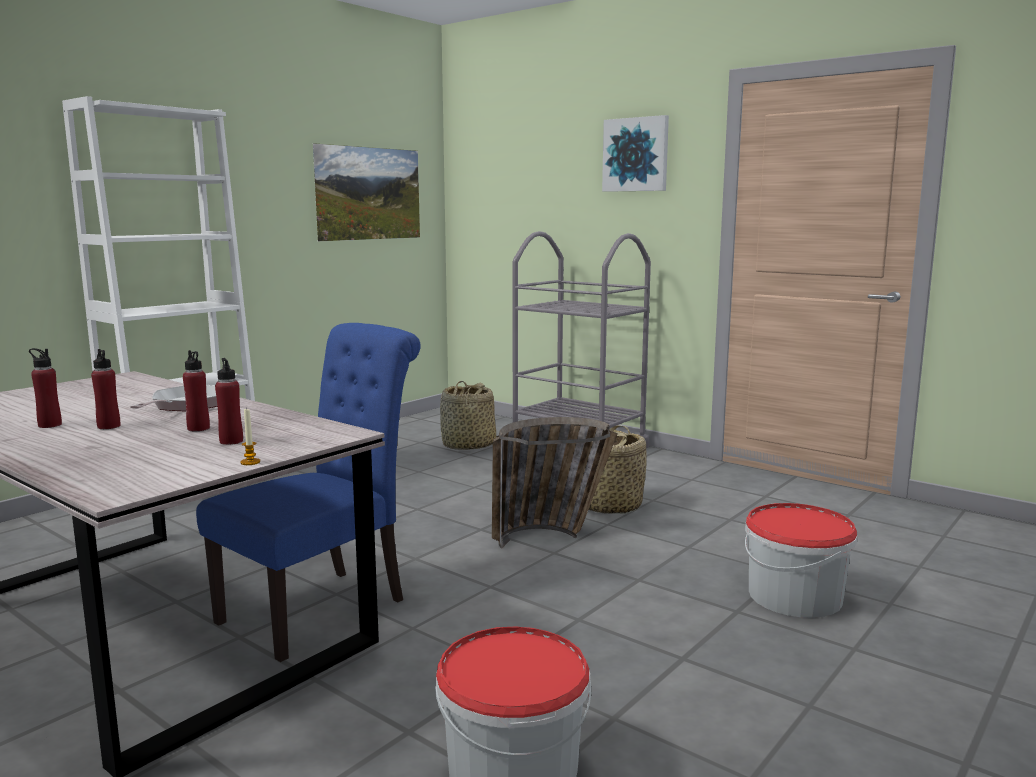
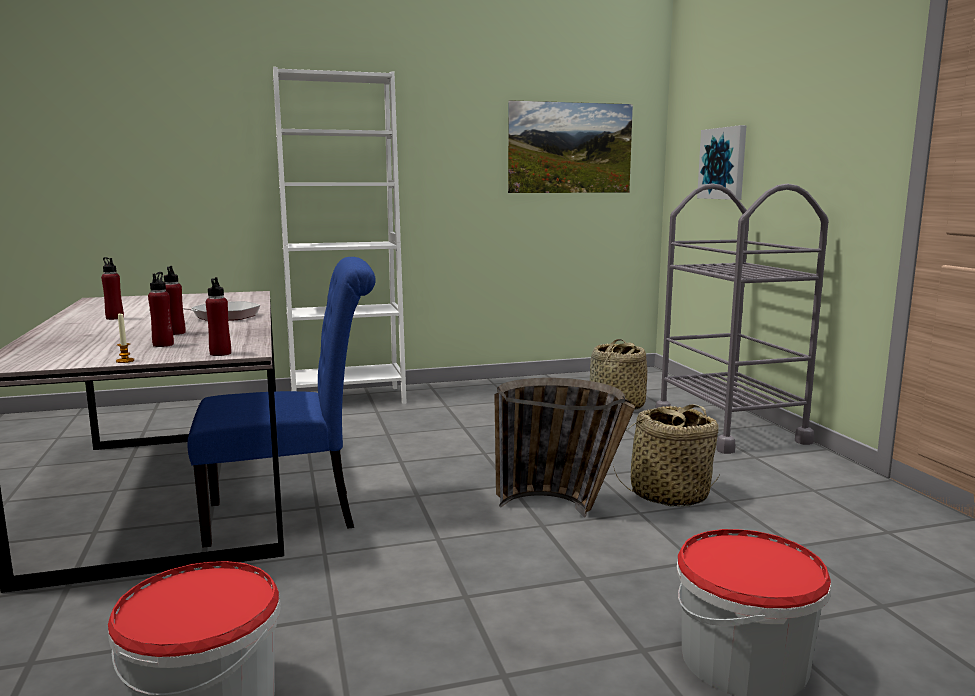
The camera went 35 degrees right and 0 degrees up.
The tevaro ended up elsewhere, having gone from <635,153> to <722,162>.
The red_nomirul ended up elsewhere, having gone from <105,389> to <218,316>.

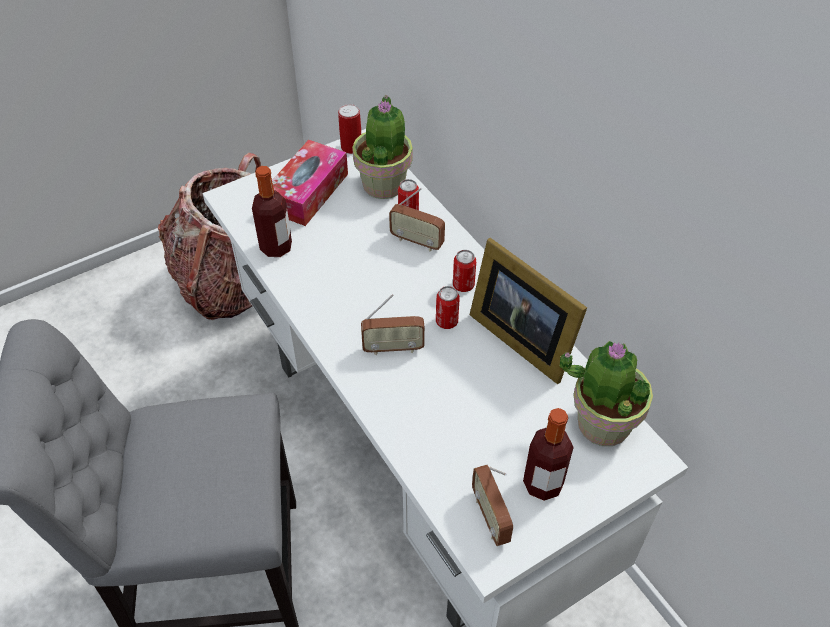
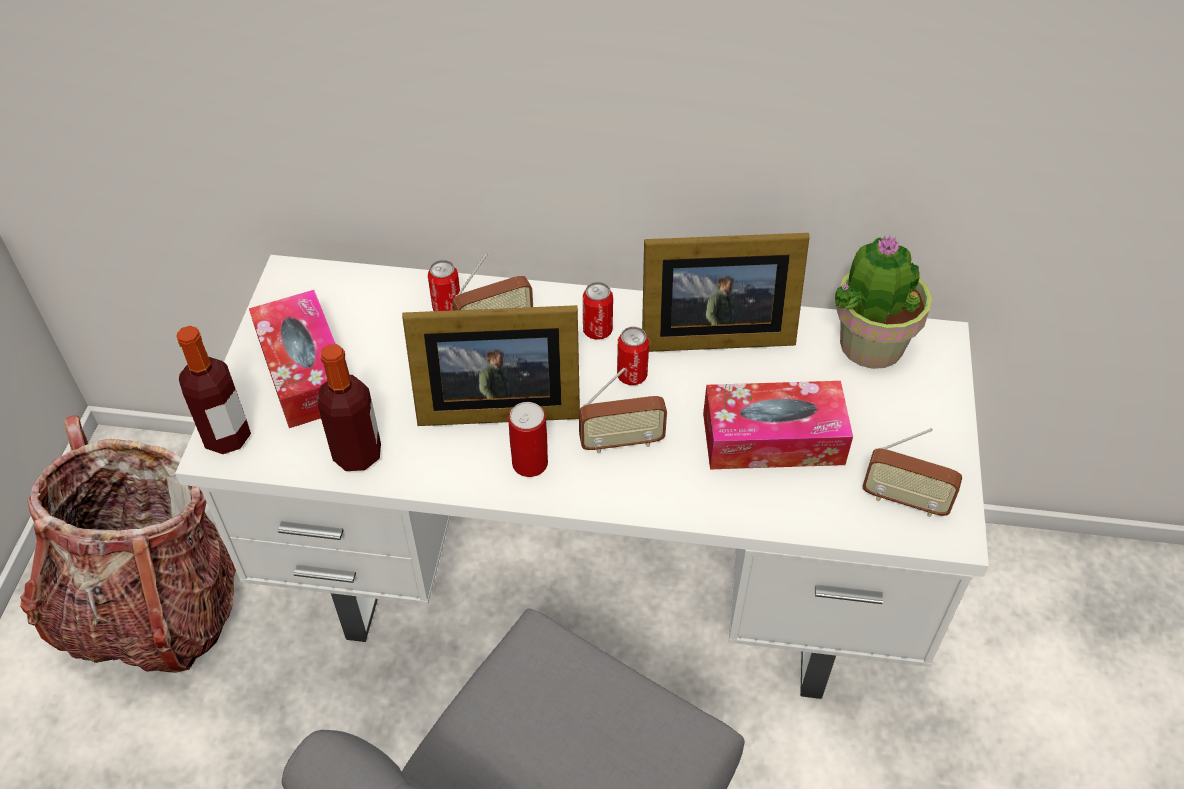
The camera went 50 degrees left and 0 degrees up.
The second view lost the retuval at <382,147>.
The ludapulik ended up elsewhere, having gone from <349,129> to <528,439>.
The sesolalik at <393,324> ended up facing another way, 45 degrees clockwise from before.
The nomirul ended up elsewhere, having gone from <548,454> to <214,390>.
The second view gained the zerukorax at <491,365>.
The second view gained the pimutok at <778,425>.

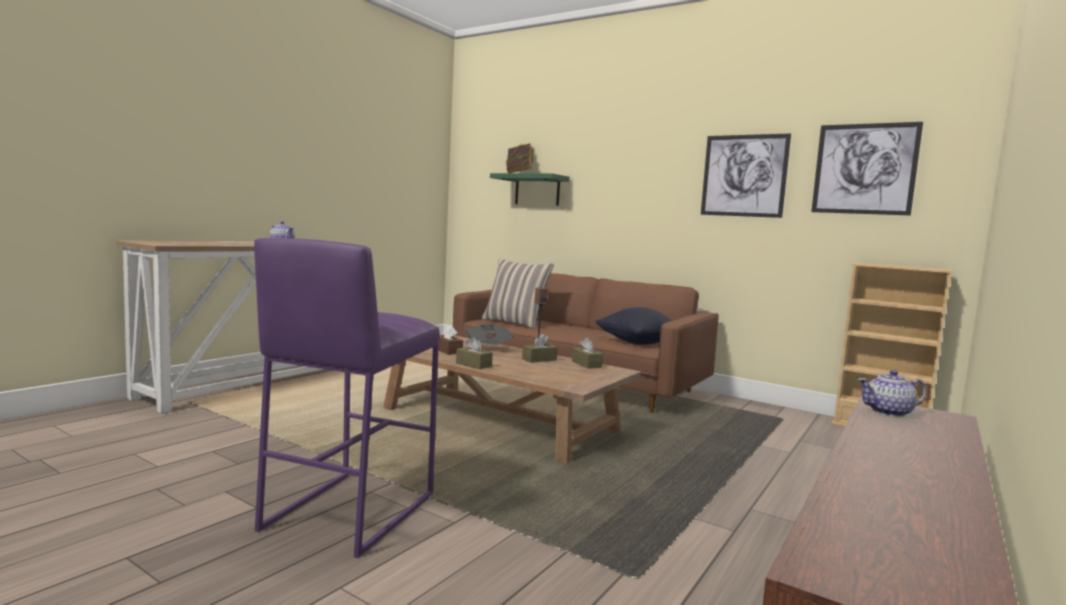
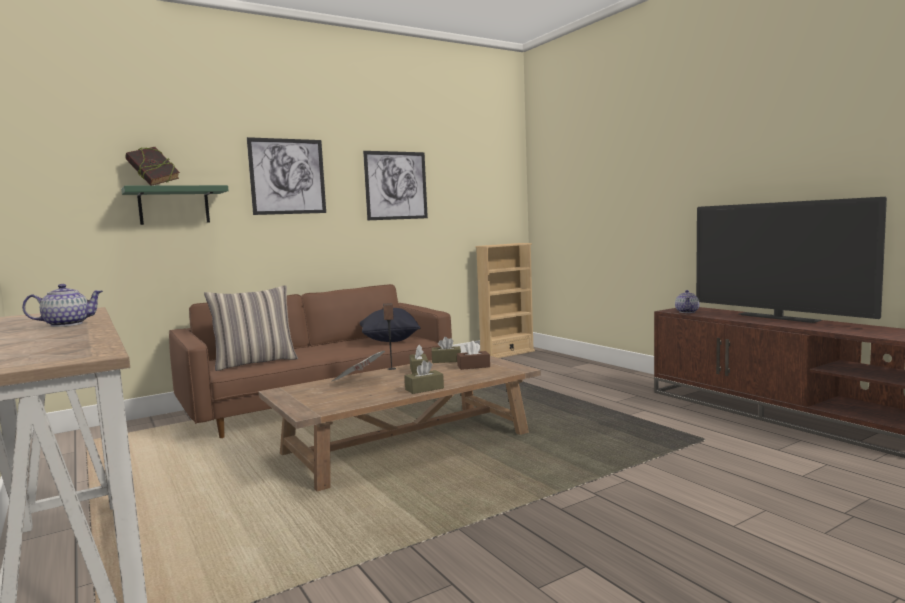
The camera went 65 degrees left and 0 degrees up.
The tevaro ended up elsewhere, having gone from <867,168> to <286,176>.
The second view lost the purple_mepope at <347,398>.
The brown_pimutok ended up elsewhere, having gone from <450,340> to <473,355>.
The second view gained the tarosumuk at <791,260>.

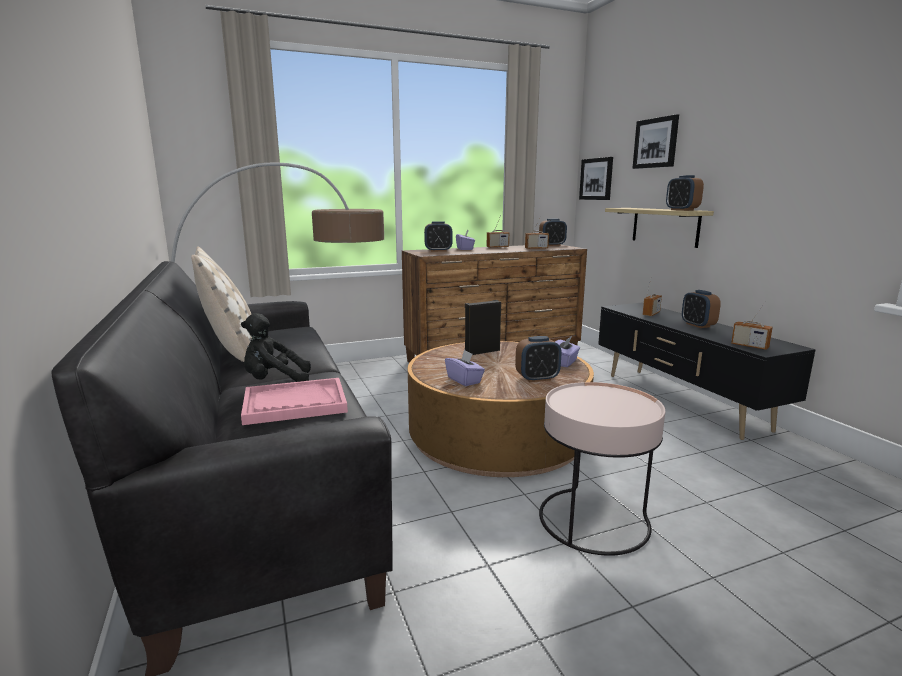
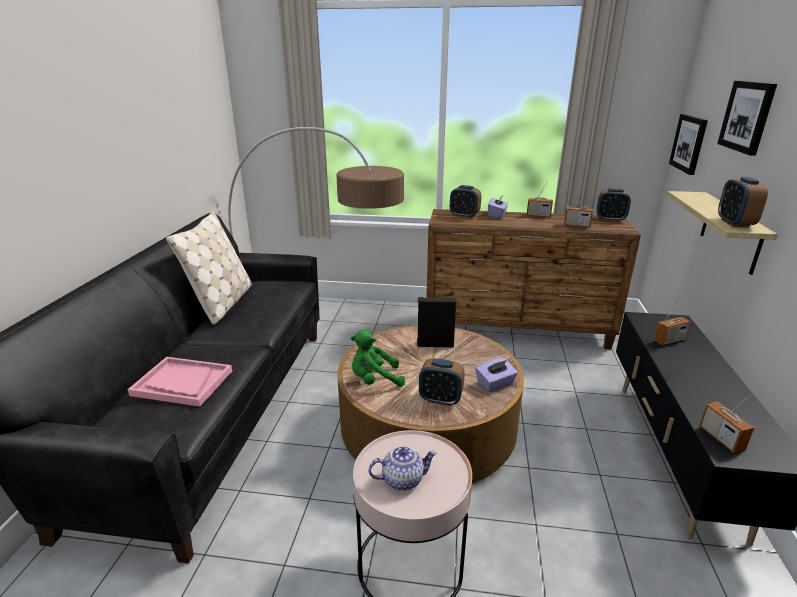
The camera went 30 degrees right and 10 degrees up.
The second view lost the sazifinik at <701,309>.
The second view lost the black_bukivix at <276,347>.
Where the purple_pimutok stood at <465,368>, the green_bukivix came to stand at <378,358>.
The second view gained the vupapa at <402,468>.

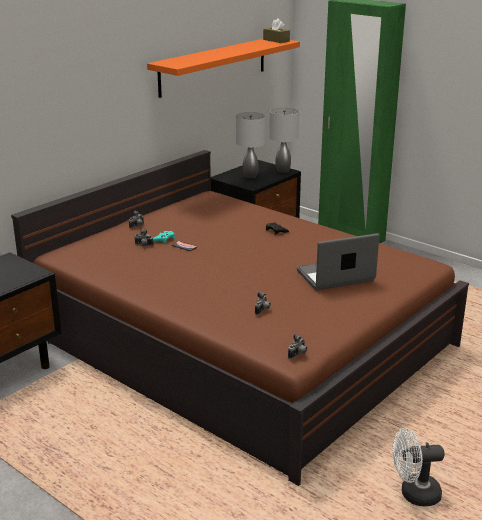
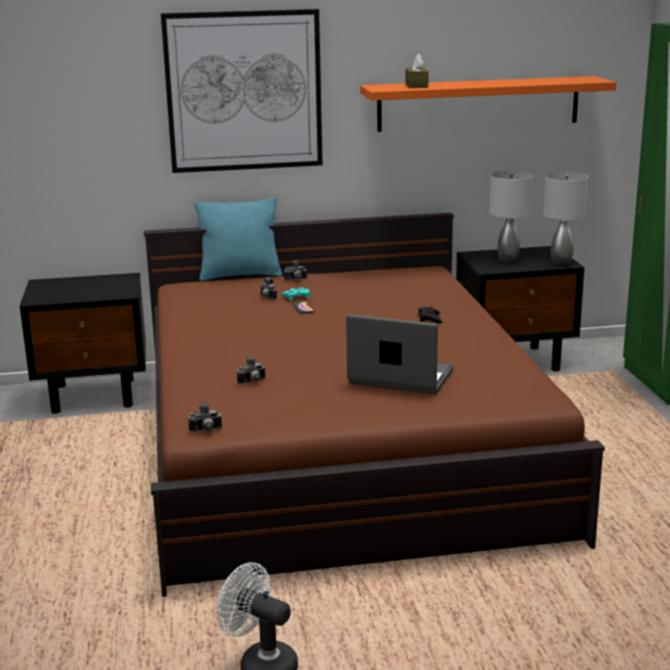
The camera went 40 degrees right and 5 degrees down.
The brown_pimutok ended up elsewhere, having gone from <276,30> to <416,71>.
The second view gained the tevaro at <242,91>.
The second view gained the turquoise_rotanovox at <238,239>.

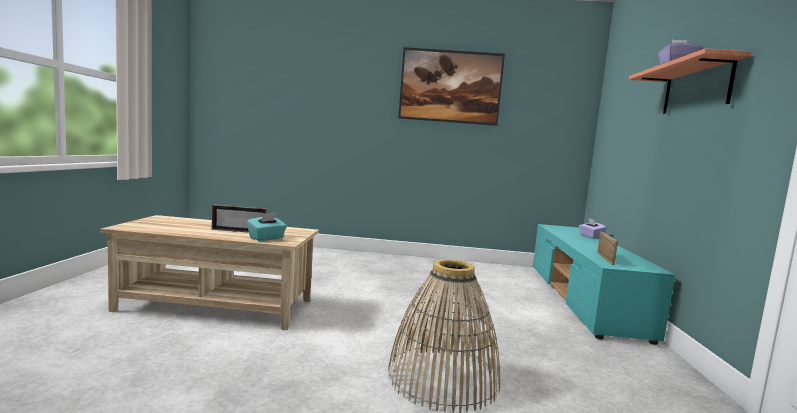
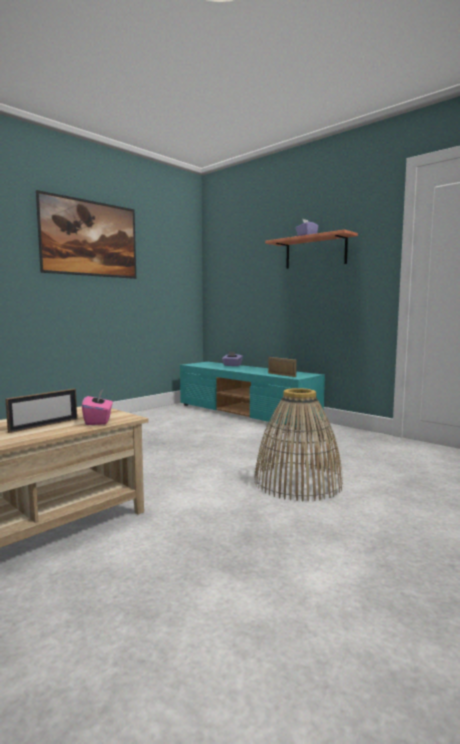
The camera went 50 degrees left and 0 degrees up.
What was the turquoise_pimutok at <267,227> turned into the pink_pimutok at <97,407>.

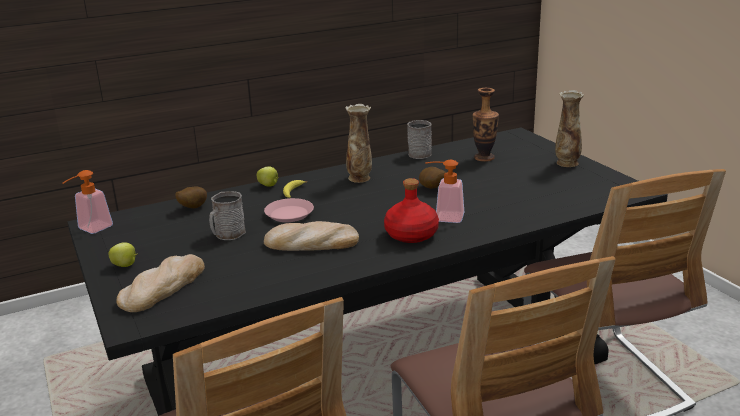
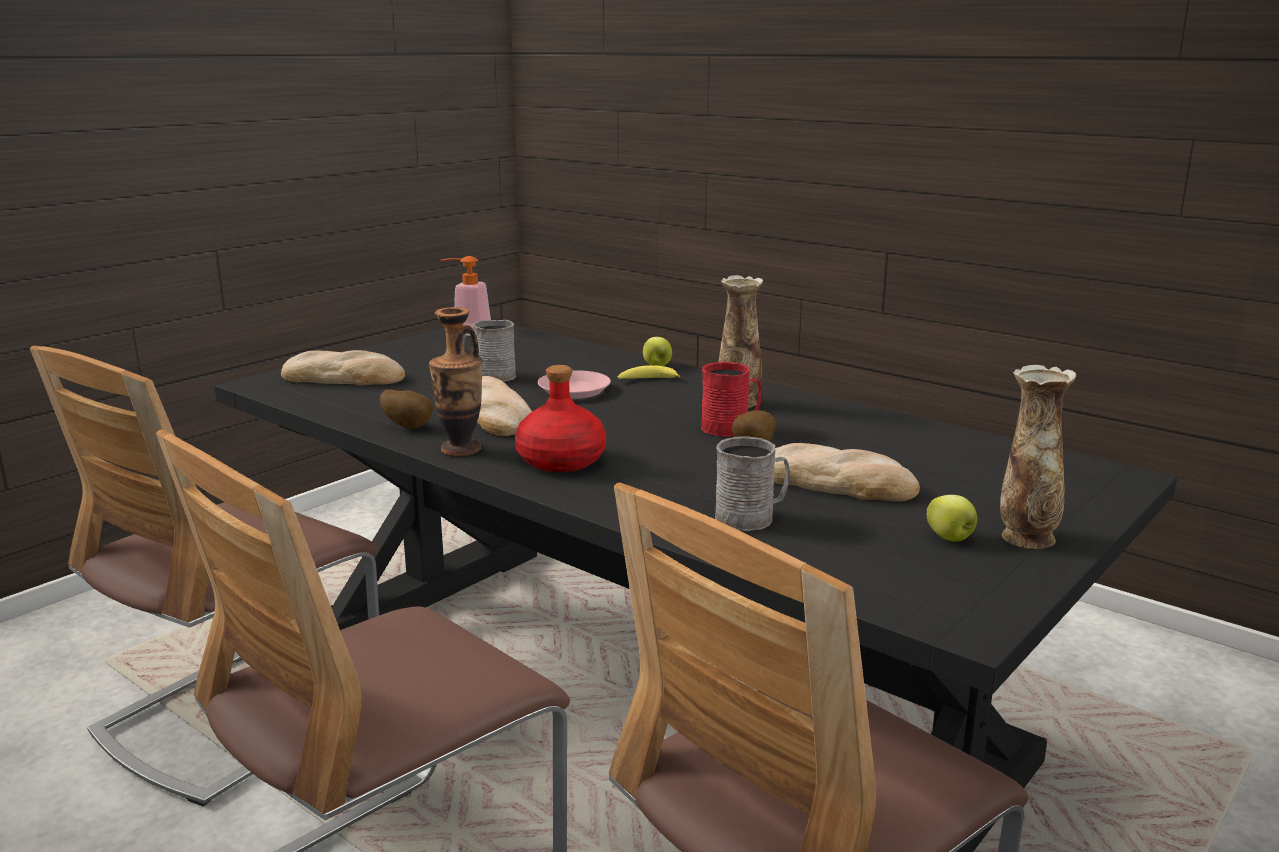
The camera went 65 degrees right and 5 degrees down.
The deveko ended up elsewhere, having gone from <486,125> to <455,381>.
The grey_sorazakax ended up elsewhere, having gone from <419,139> to <752,484>.
The second view lost the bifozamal at <444,191>.
The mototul ended up elsewhere, having gone from <191,197> to <406,409>.
The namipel ended up elsewhere, having gone from <123,254> to <952,518>.
The second view gained the red_sorazakax at <731,399>.
The second view gained the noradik at <846,472>.

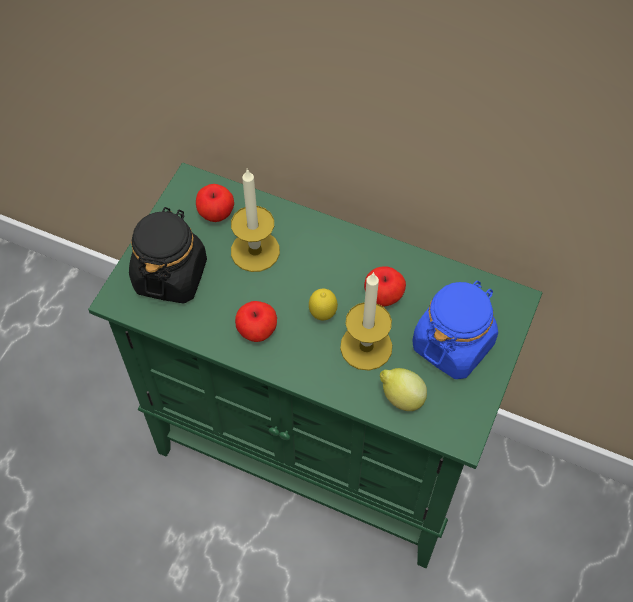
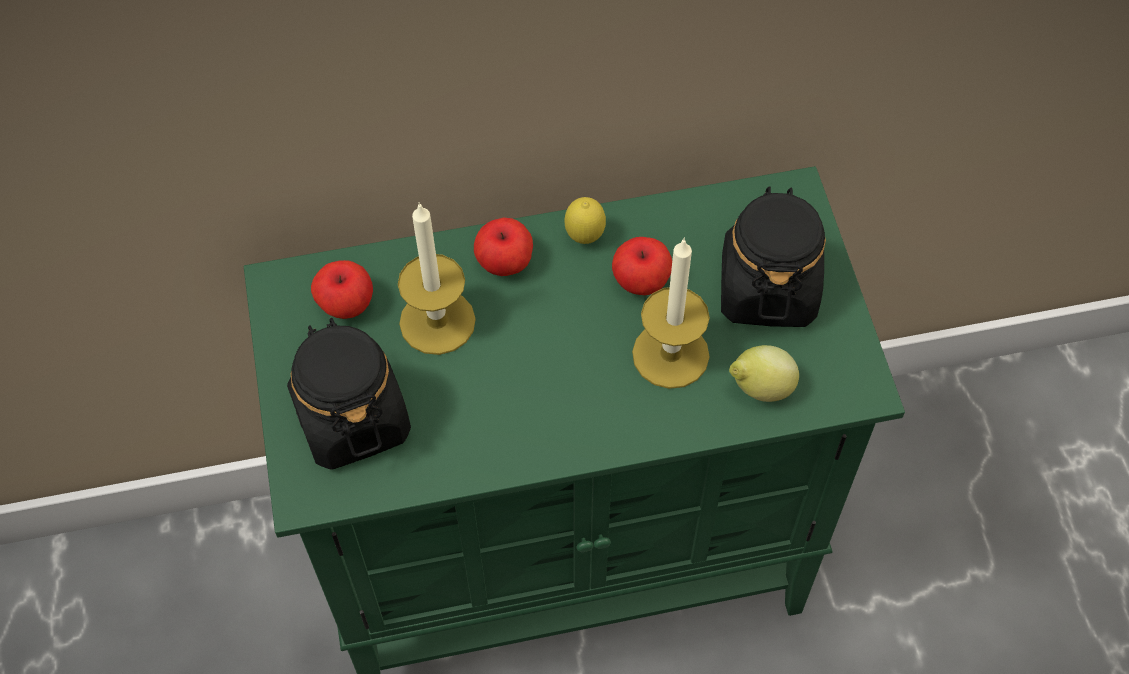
The camera went 35 degrees left and 0 degrees up.
What was the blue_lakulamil at <455,329> turned into the black_lakulamil at <773,256>.
The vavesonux ended up elsewhere, having gone from <323,304> to <585,220>.
The namipel ended up elsewhere, having gone from <256,321> to <503,247>.

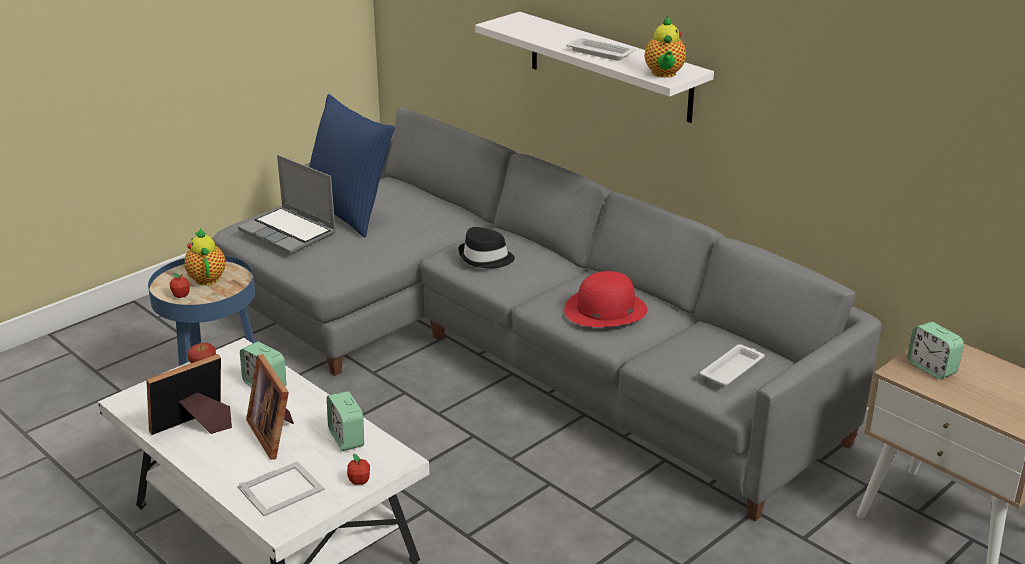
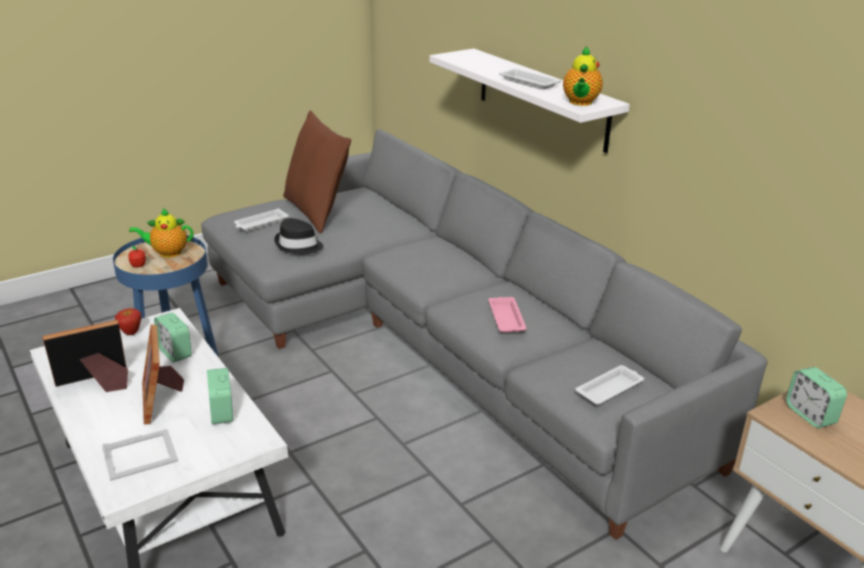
The camera went 10 degrees right and 0 degrees up.
What was the blue_rotanovox at <352,166> turned into the brown_rotanovox at <317,172>.
Where the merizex stood at <287,204>, the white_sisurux came to stand at <261,219>.
The vupapa at <205,256> ended up facing another way, 90 degrees counterclockwise from before.
The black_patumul ended up elsewhere, having gone from <486,248> to <298,236>.
Where the red_patumul stood at <605,299>, the pink_sisurux came to stand at <507,314>.
The second view lost the namipel at <358,469>.

